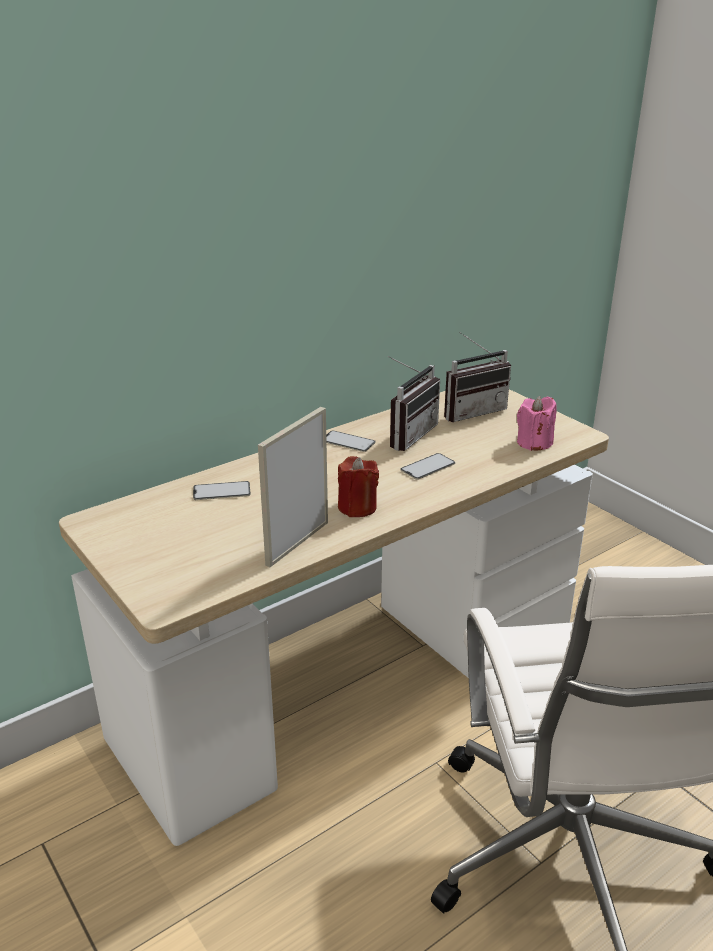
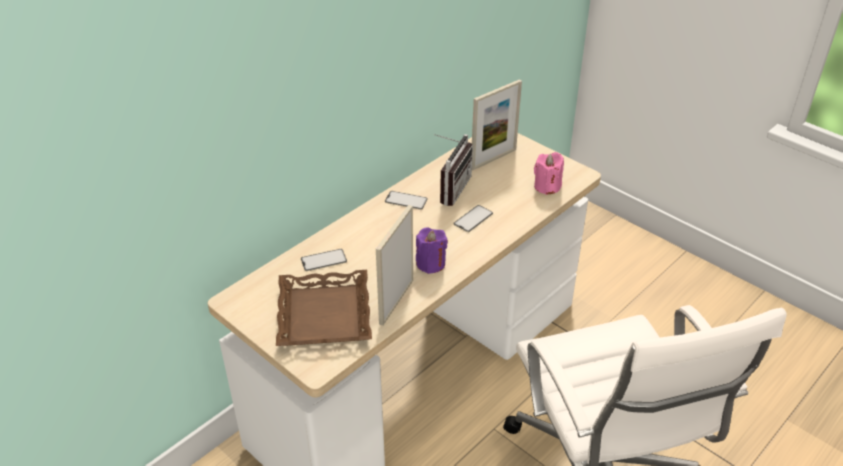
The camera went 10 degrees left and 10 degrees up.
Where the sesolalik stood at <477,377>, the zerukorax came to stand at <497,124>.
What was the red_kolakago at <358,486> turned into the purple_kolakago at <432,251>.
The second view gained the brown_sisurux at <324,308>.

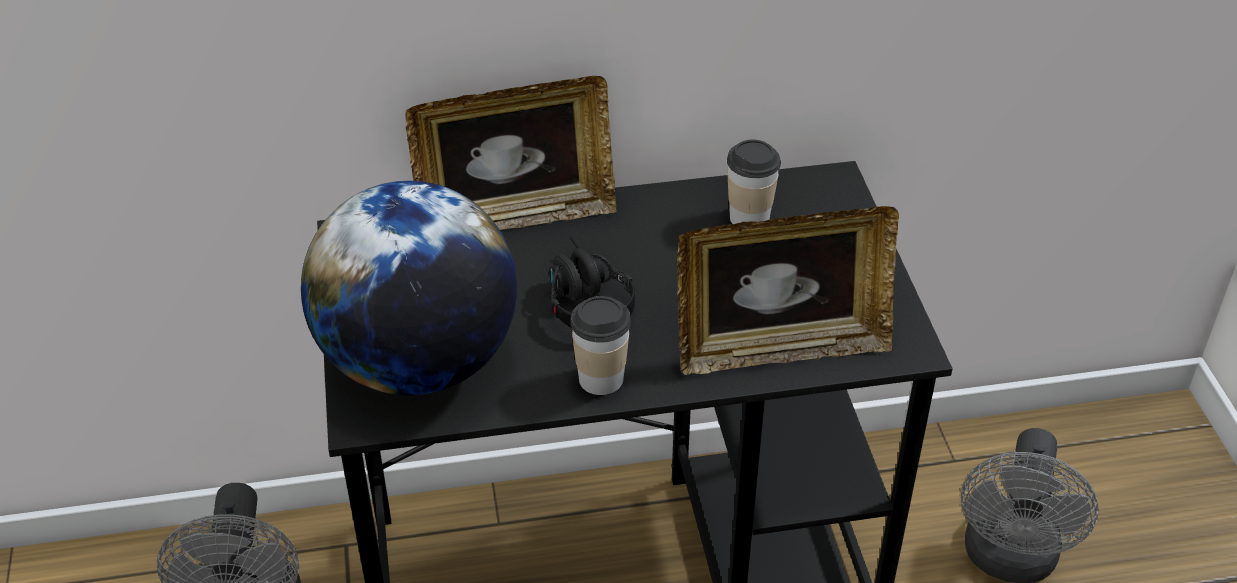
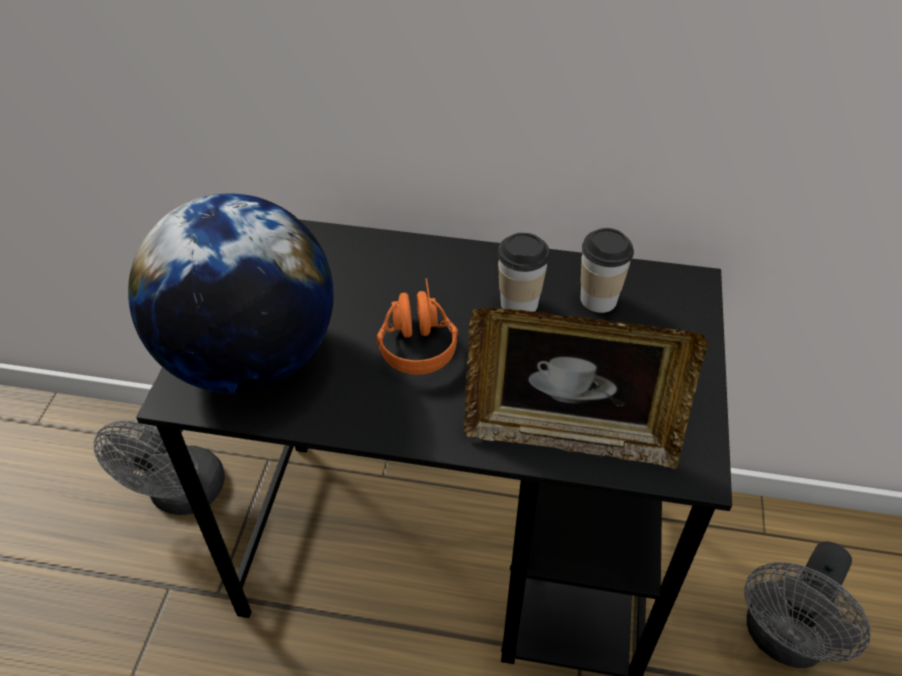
The camera went 20 degrees right and 5 degrees up.
The second view lost the zerukorax at <510,153>.
What was the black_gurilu at <592,282> turned into the orange_gurilu at <417,326>.
The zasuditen ended up elsewhere, having gone from <600,345> to <524,272>.

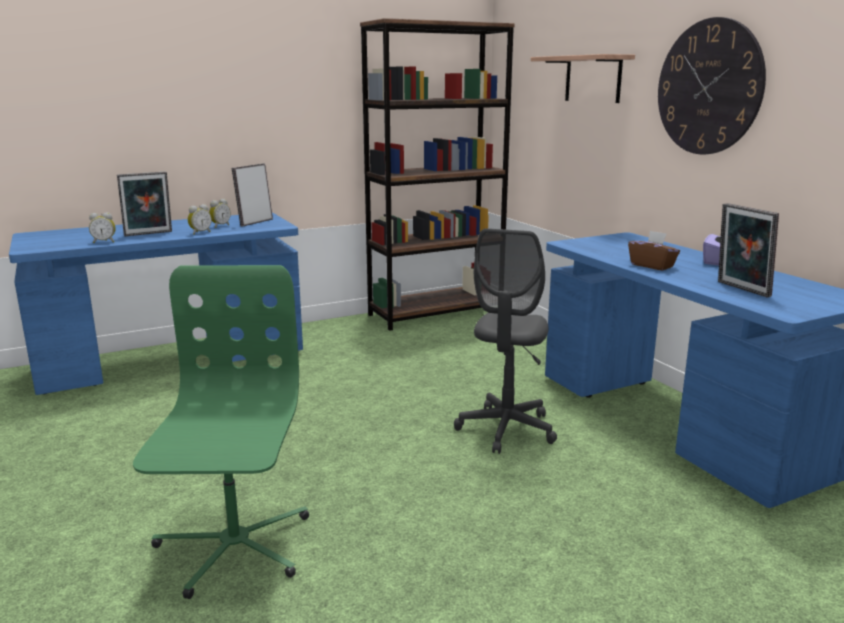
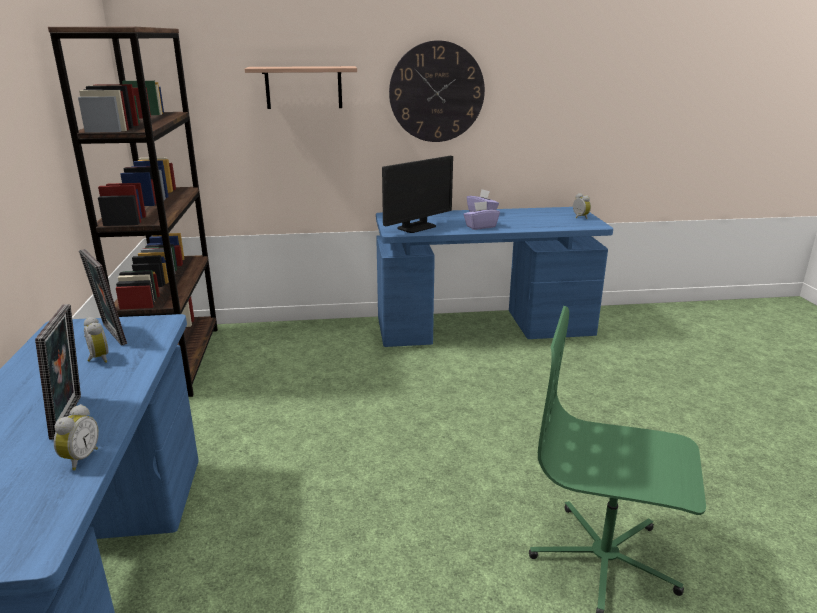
The camera went 70 degrees left and 5 degrees up.
The second view lost the zerukorax at <748,250>.
The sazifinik ended up elsewhere, having gone from <200,219> to <582,206>.
The second view lost the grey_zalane at <505,341>.
What was the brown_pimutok at <654,250> turned into the purple_pimutok at <481,215>.
The second view gained the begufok at <417,194>.

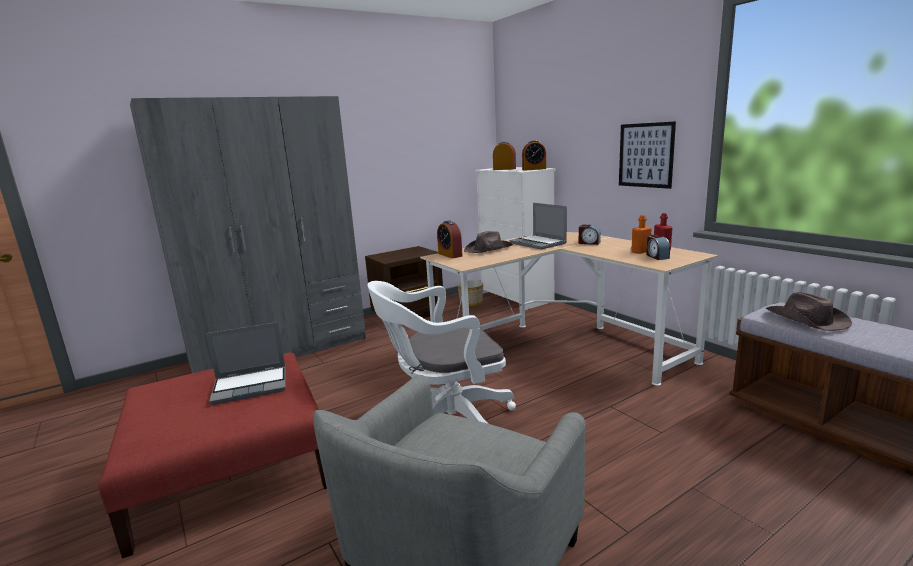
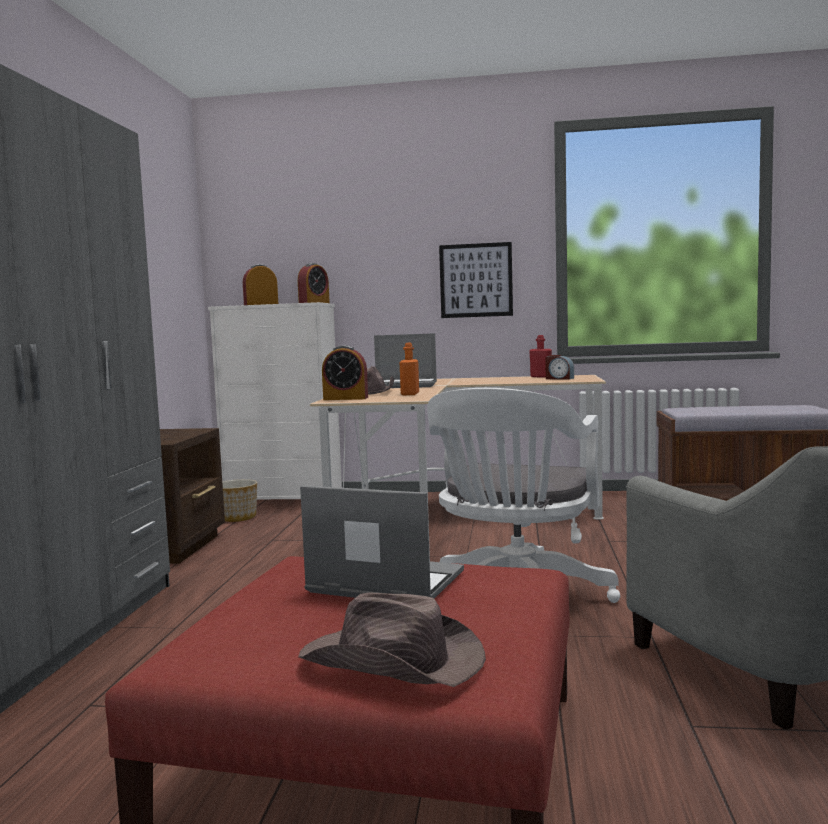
The camera went 50 degrees left and 10 degrees down.
The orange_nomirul ended up elsewhere, having gone from <641,234> to <409,369>.
The second view lost the sazifinik at <590,235>.
The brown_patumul ended up elsewhere, having gone from <808,311> to <392,639>.
The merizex at <246,363> ended up facing another way, 90 degrees counterclockwise from before.

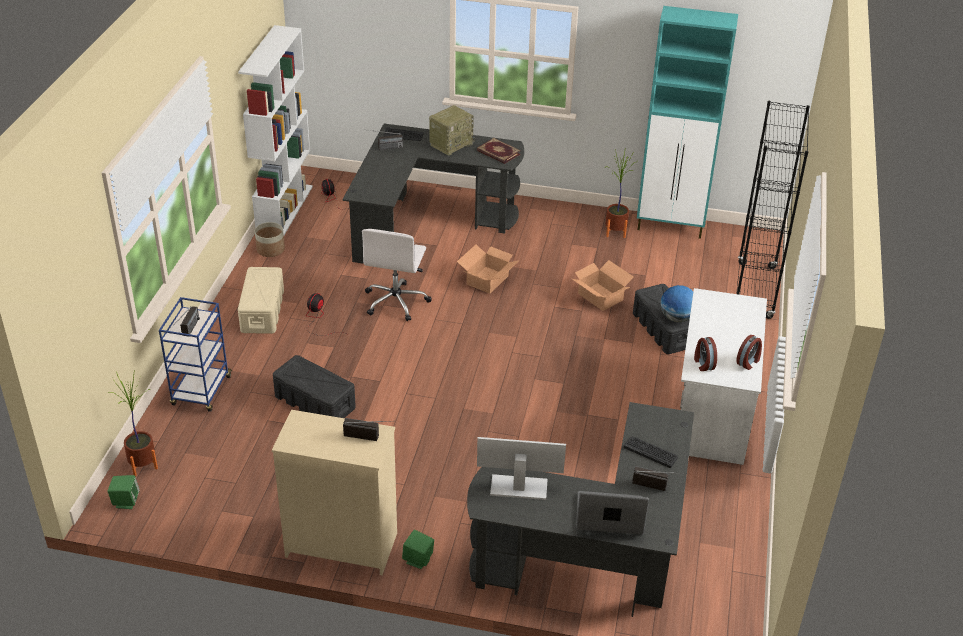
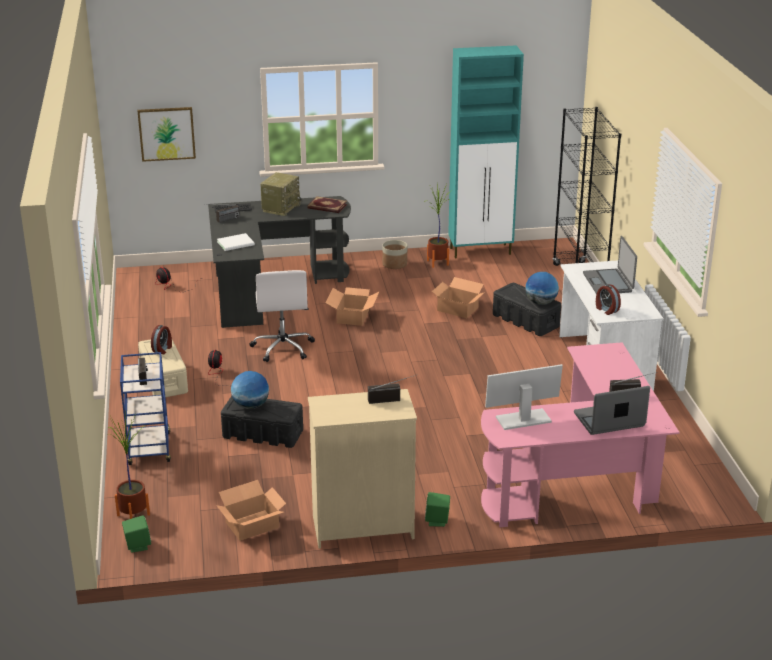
The camera went 20 degrees left and 10 degrees down.
The second view lost the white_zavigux at <275,130>.
The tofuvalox ended up elsewhere, having gone from <270,239> to <394,254>.
The sazifinik ended up elsewhere, having gone from <749,352> to <161,339>.
What was the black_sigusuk at <580,509> turned into the pink_sigusuk at <580,434>.
The second view lost the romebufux at <651,452>.
The second view gained the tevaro at <166,134>.
The second view gained the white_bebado at <236,242>.
The second view gained the merizex at <610,265>.
The second view gained the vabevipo at <250,390>.
The second view gained the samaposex at <251,510>.

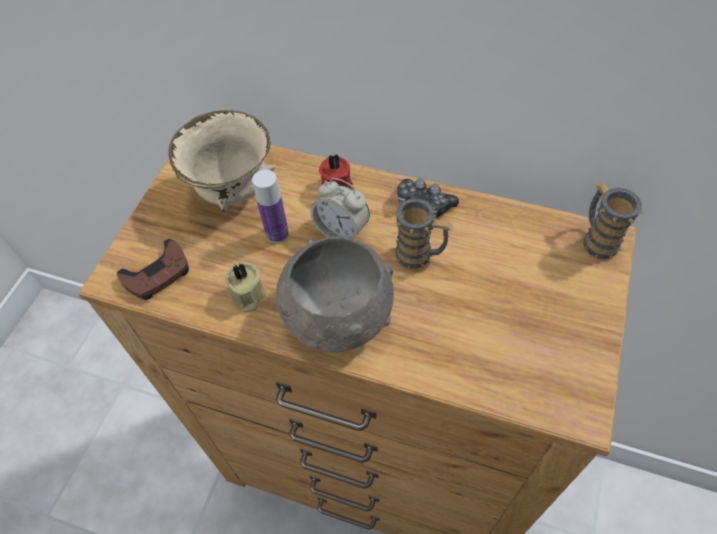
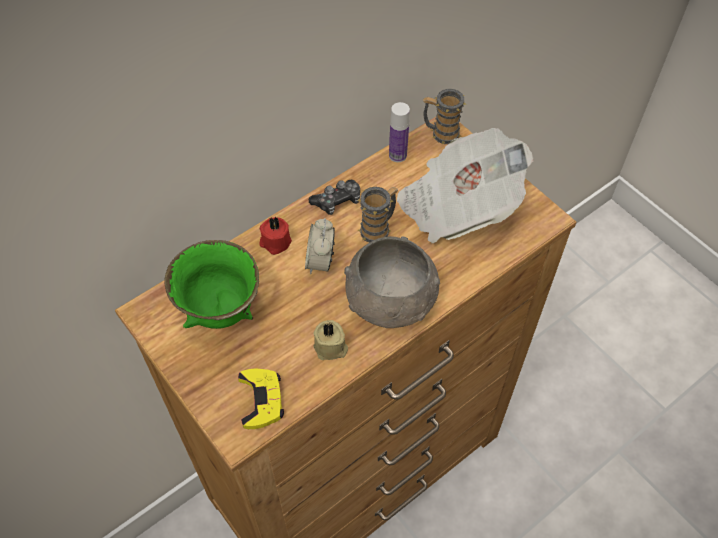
The camera went 60 degrees left and 0 degrees up.
What was the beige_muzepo at <222,161> turned into the green_muzepo at <211,284>.
The nomirul ended up elsewhere, having gone from <270,206> to <399,132>.
The sazifinik at <340,208> ended up facing another way, 120 degrees clockwise from before.
What was the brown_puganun at <153,269> turned into the yellow_puganun at <261,398>.
The second view gained the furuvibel at <465,185>.

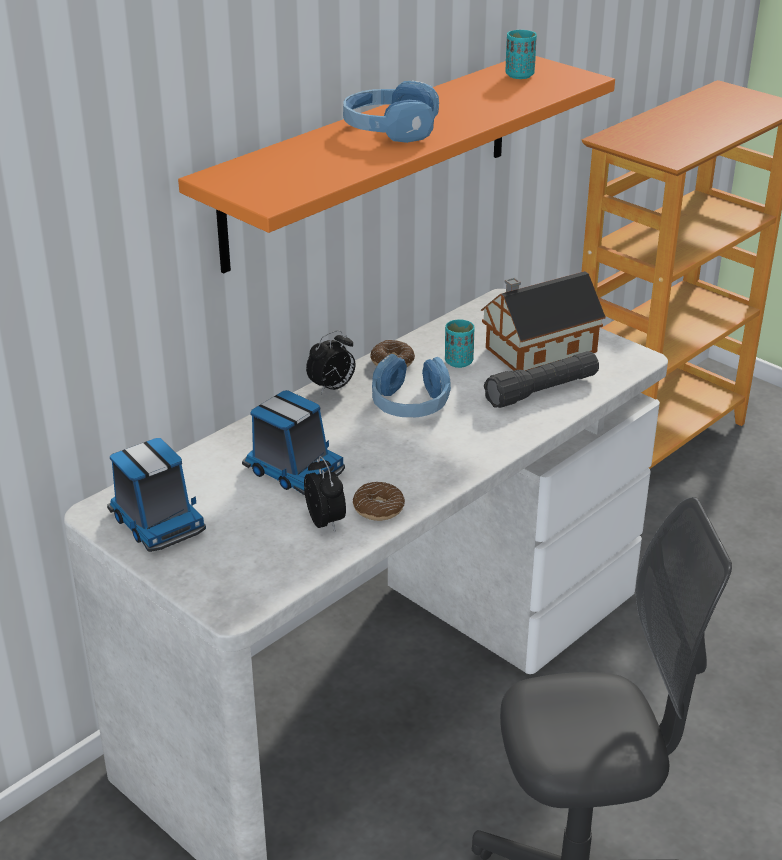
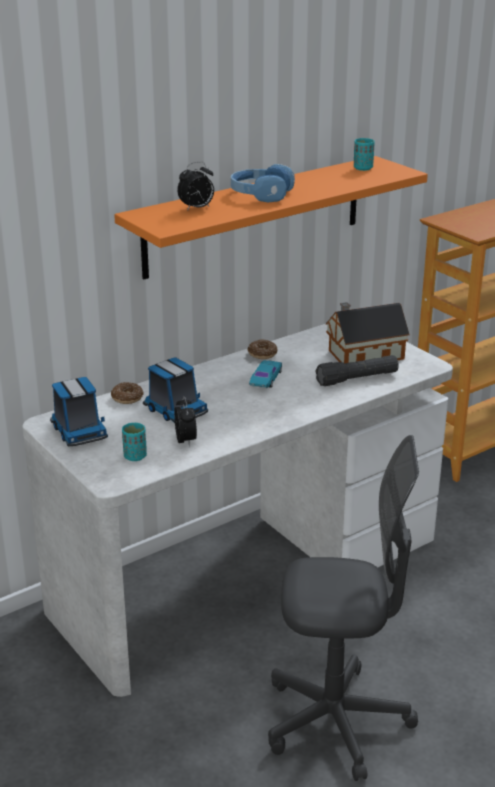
The camera went 10 degrees right and 5 degrees down.
The turquoise_zasuditen ended up elsewhere, having gone from <460,344> to <134,442>.
The sazifinik ended up elsewhere, having gone from <330,362> to <195,186>.
Where the blue_gurilu stood at <411,385>, the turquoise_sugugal came to stand at <265,374>.
The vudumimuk ended up elsewhere, having gone from <379,501> to <127,393>.

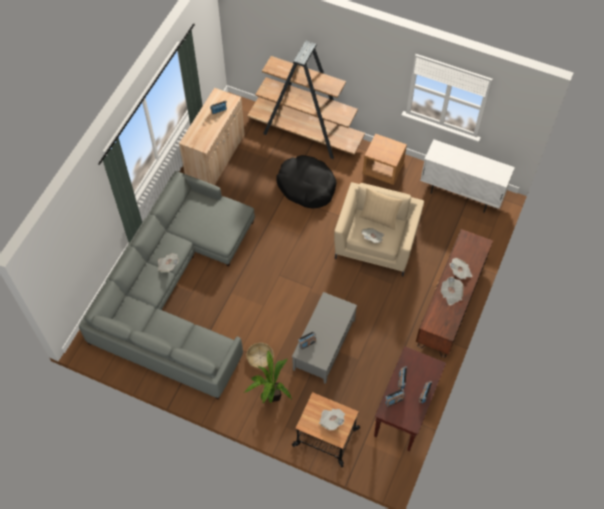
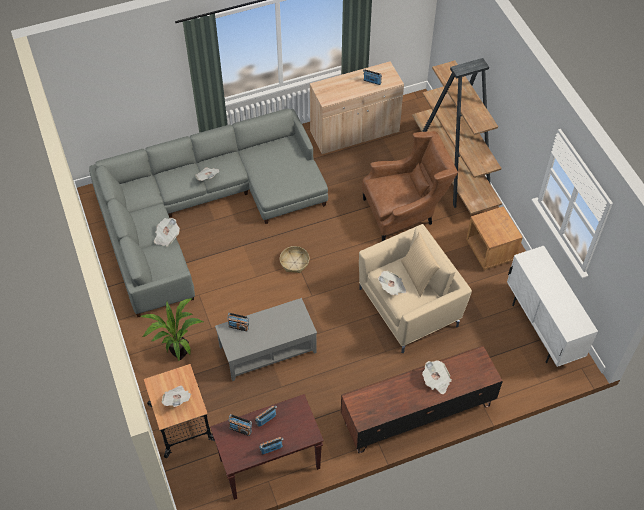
The camera went 45 degrees right and 5 degrees down.
Where the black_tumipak stood at <306,182>, the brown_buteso came to stand at <410,186>.
The furuvibel ended up elsewhere, having gone from <452,291> to <167,232>.
The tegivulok ended up elsewhere, having gone from <260,356> to <294,259>.

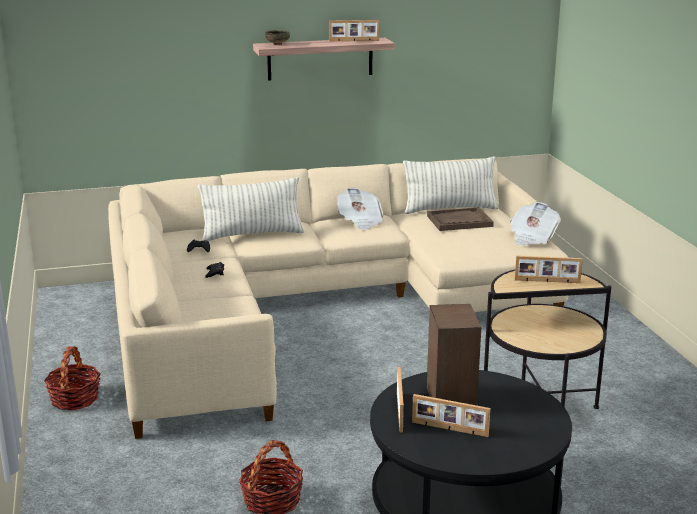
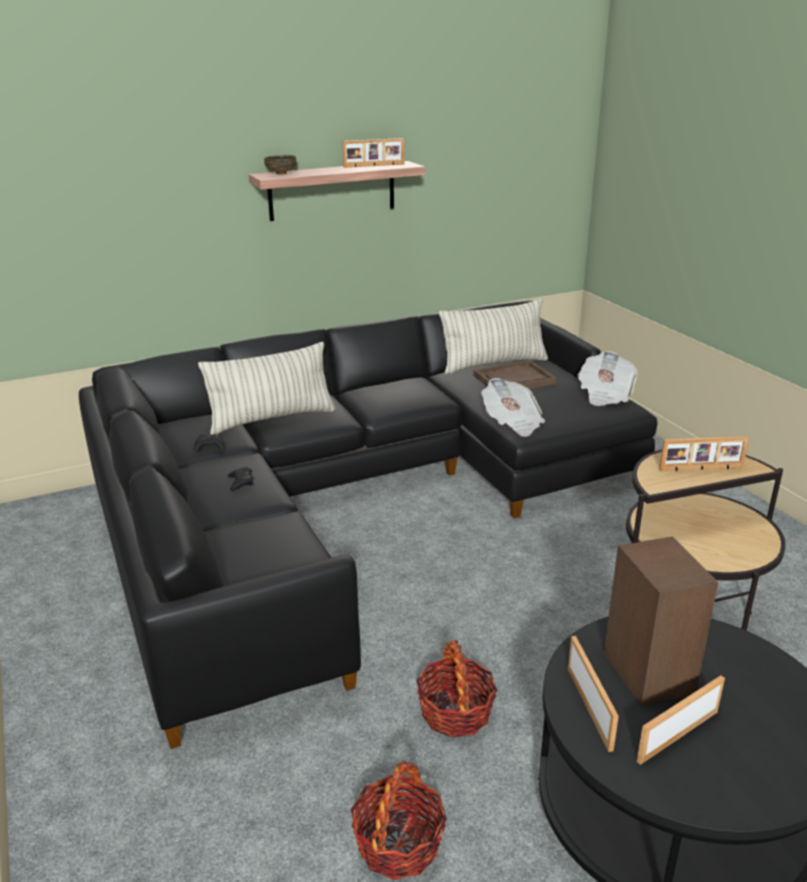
The camera went 10 degrees left and 5 degrees up.
What was the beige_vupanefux at <338,298> turned into the black_vupanefux at <368,525>.
The furuvibel ended up elsewhere, having gone from <360,208> to <513,407>.
The tegivulok ended up elsewhere, having gone from <72,378> to <456,689>.
The zerukorax at <451,415> ended up facing another way, 135 degrees clockwise from before.

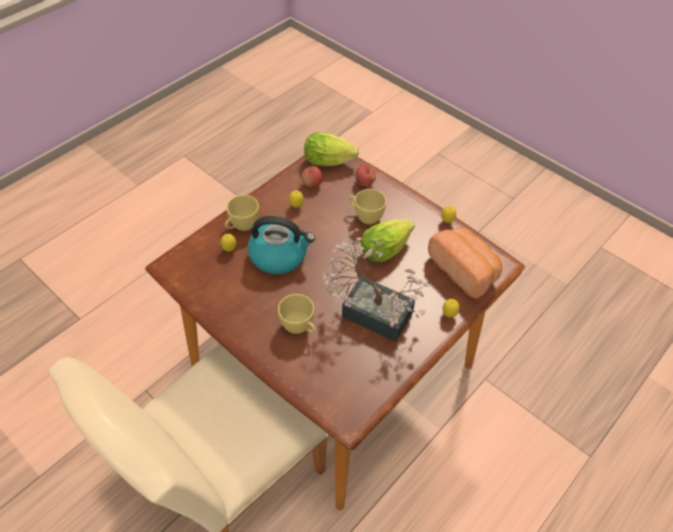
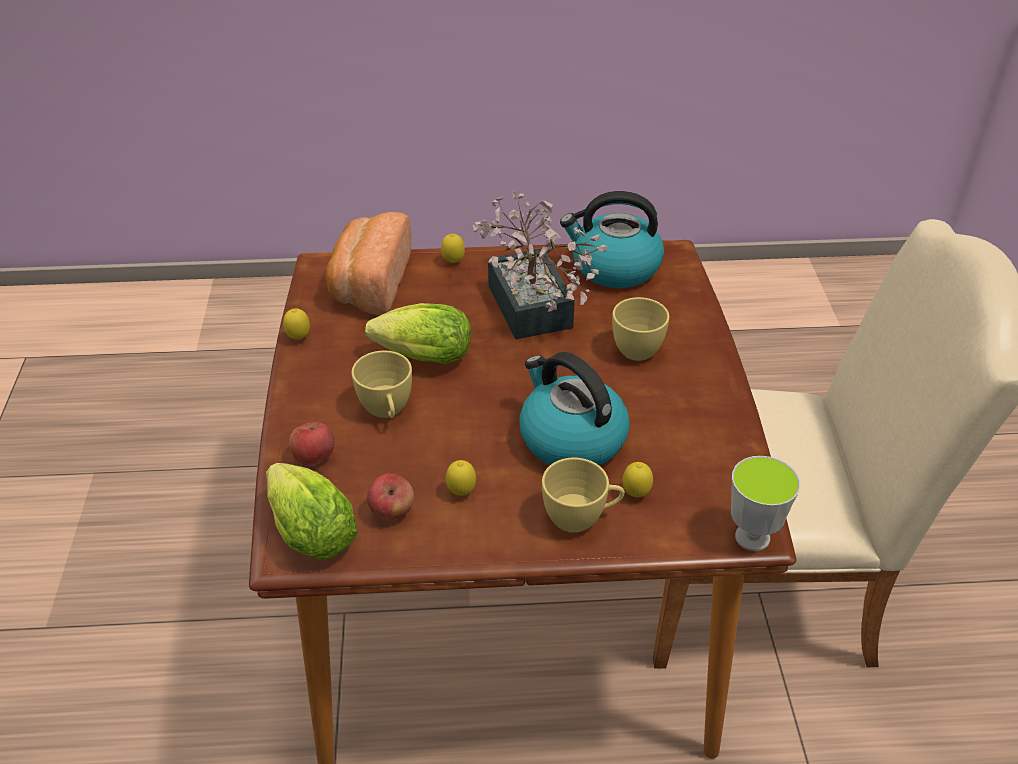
The camera went 135 degrees left and 10 degrees down.
The second view gained the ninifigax at <612,239>.
The second view gained the zasuditen at <765,503>.

